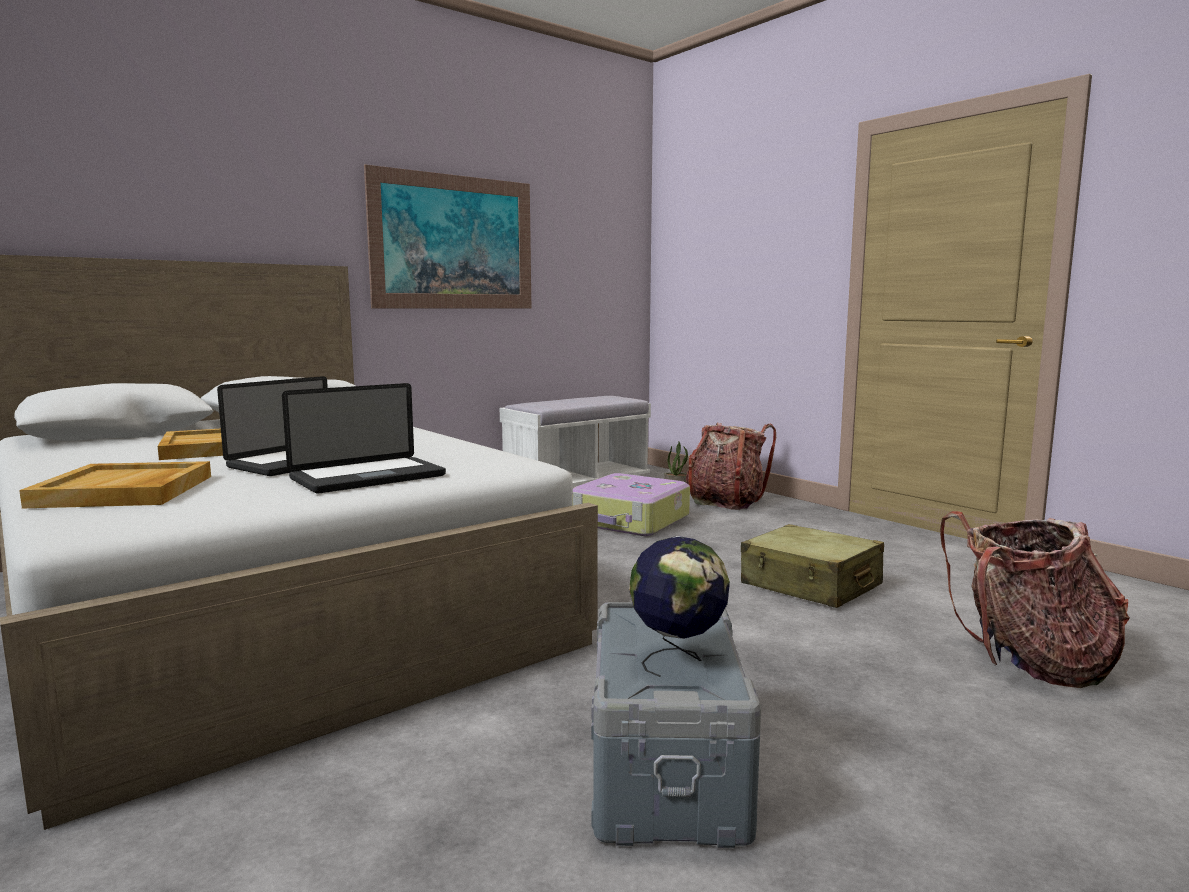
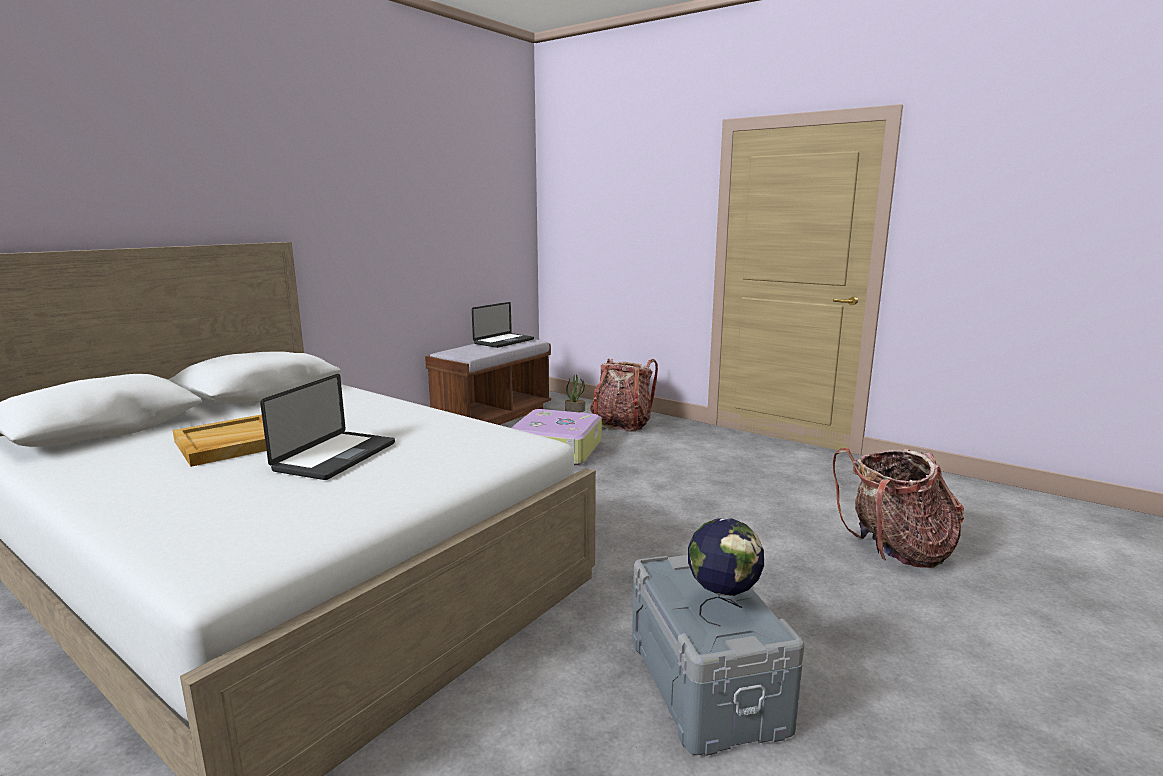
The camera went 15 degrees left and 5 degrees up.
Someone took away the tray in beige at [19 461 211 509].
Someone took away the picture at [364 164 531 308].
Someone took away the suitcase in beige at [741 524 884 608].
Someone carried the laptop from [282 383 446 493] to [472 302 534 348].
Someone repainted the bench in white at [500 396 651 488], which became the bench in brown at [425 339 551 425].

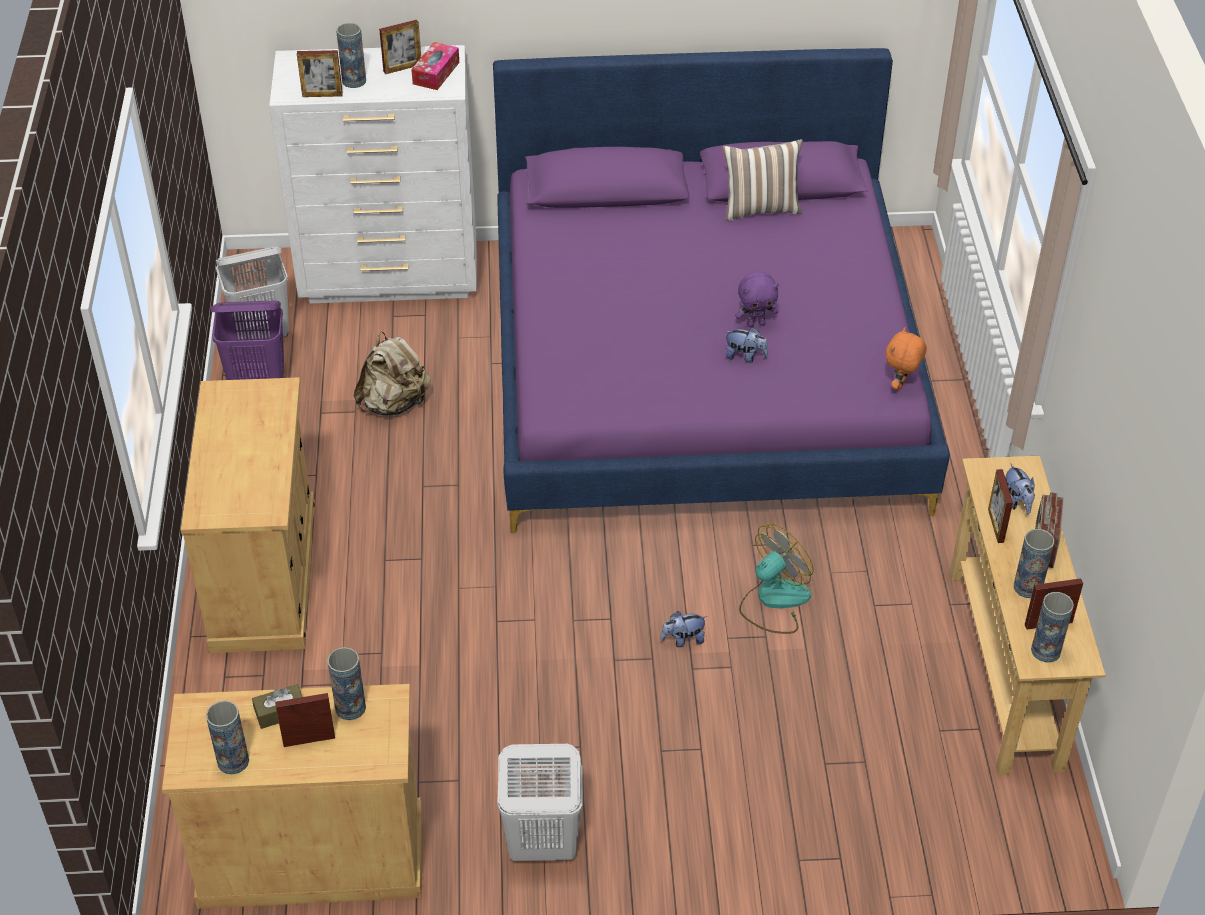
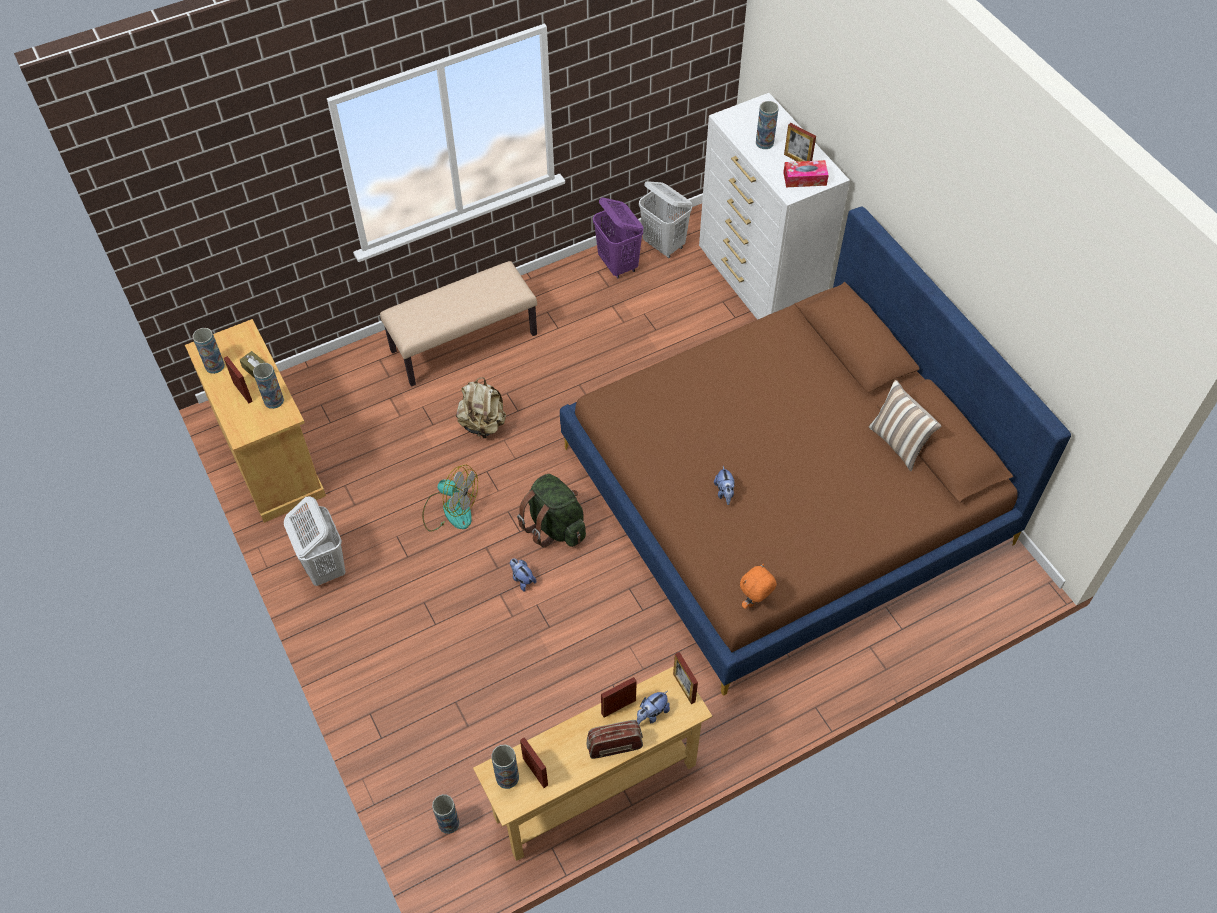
The camera went 65 degrees right and 10 degrees up.
Someone took away the plush toy in purple at [735 271 779 327].
Someone put down the backpack in green at [517 474 586 547].
Someone carried the picture frame from [297 50 343 97] to [673 652 698 704].
Someone carried the backpack in beige from [354 332 431 416] to [456 378 506 440].
Someone carried the fan from [739 524 814 634] to [422 465 478 532].
Someone carried the vase from [1014 529 1054 598] to [432 794 459 834].
Someone swapped the cabinet in beige at [181 377 315 653] for the bench in beige at [380 261 537 387].
Someone repainted the bed in purple at [493 48 950 533], which became the bed in brown at [560 206 1071 696].
Someone rotated the plush toy in orange at [886 327 927 391] by 45 degrees counterclockwise.

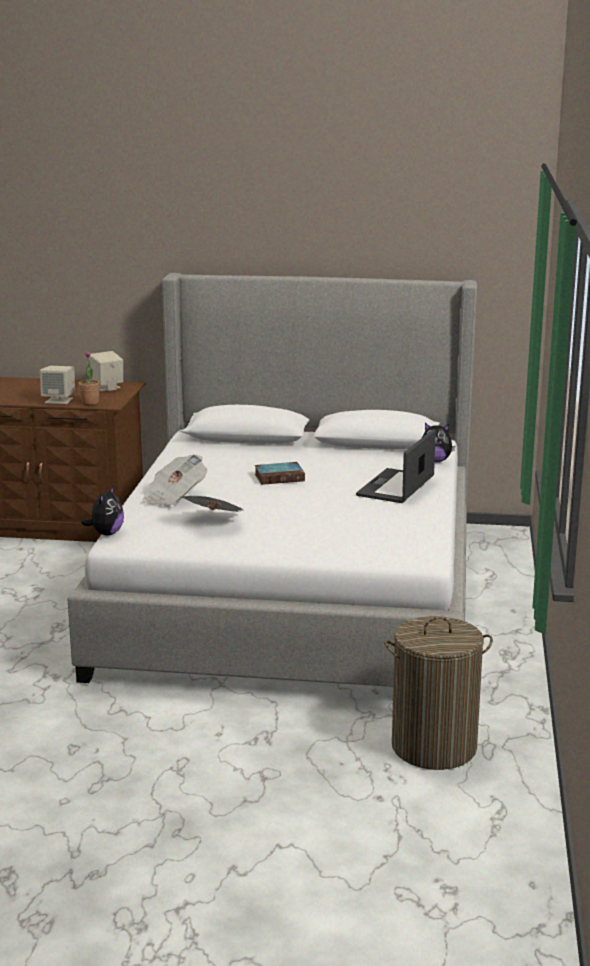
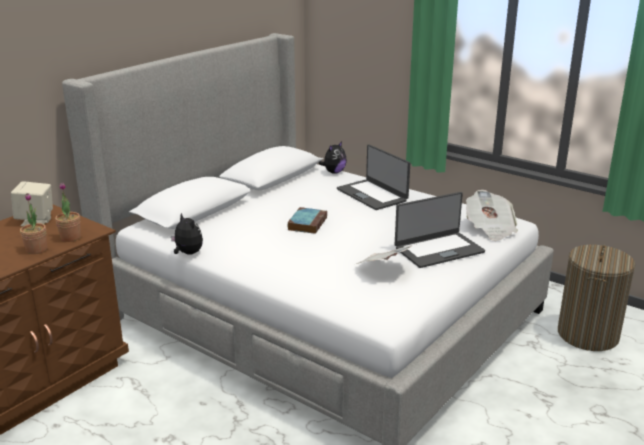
The camera went 60 degrees left and 5 degrees up.
Someone put down the laptop at [395 192 485 268].
Someone carried the plush toy from [81 485 124 535] to [171 213 203 255].
Someone carried the newspaper from [142 454 207 506] to [466 190 518 241].
Someone swapped the speaker in beige at [40 366 75 404] for the potted plant at [20 193 47 254].

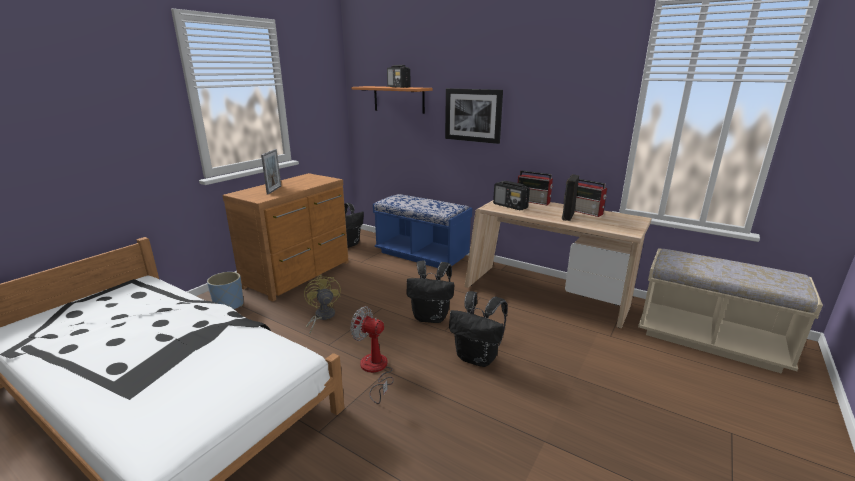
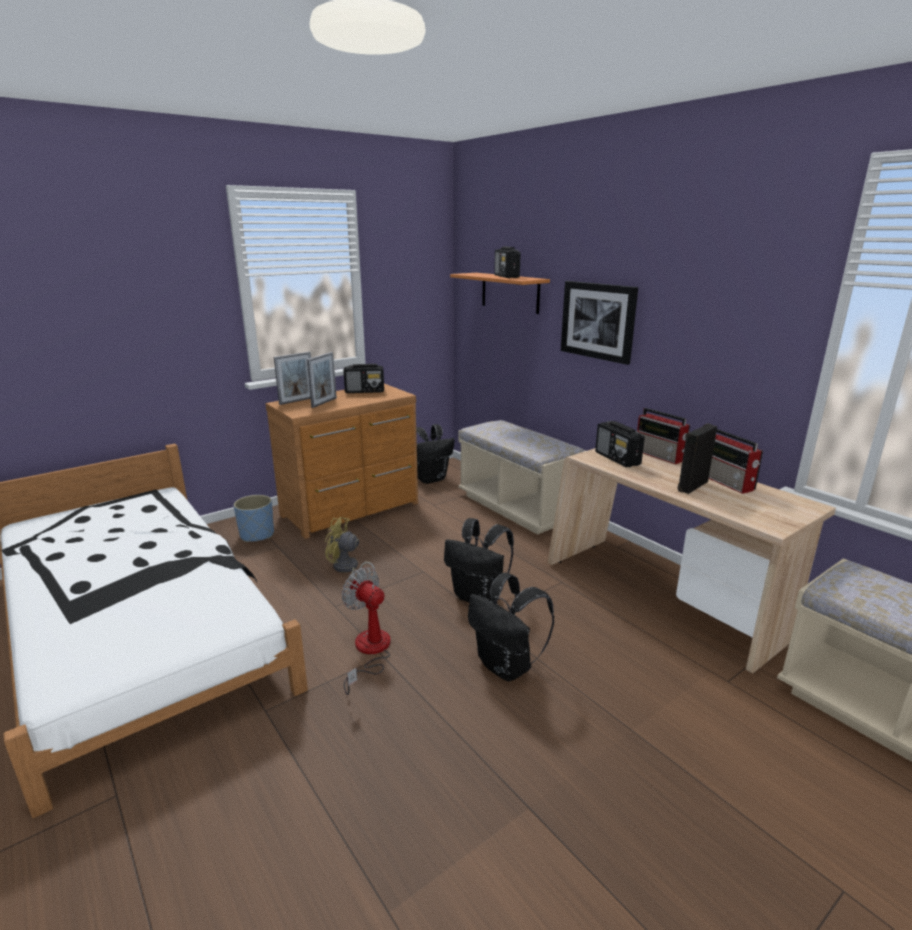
The camera went 20 degrees right and 0 degrees up.
Someone put down the picture frame at [274 352 311 405].
Someone put down the radio at [343 364 384 393].
Someone repainted the bench in blue at [373 194 472 268], which became the bench in beige at [458 420 585 535].
Someone rotated the fan in yellow at [304 274 341 334] by 75 degrees counterclockwise.

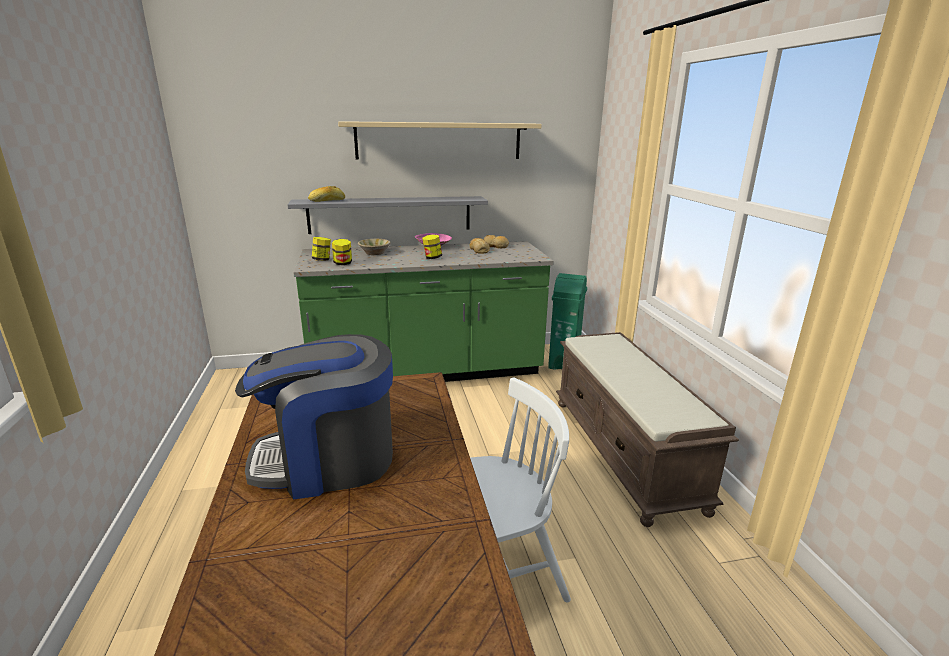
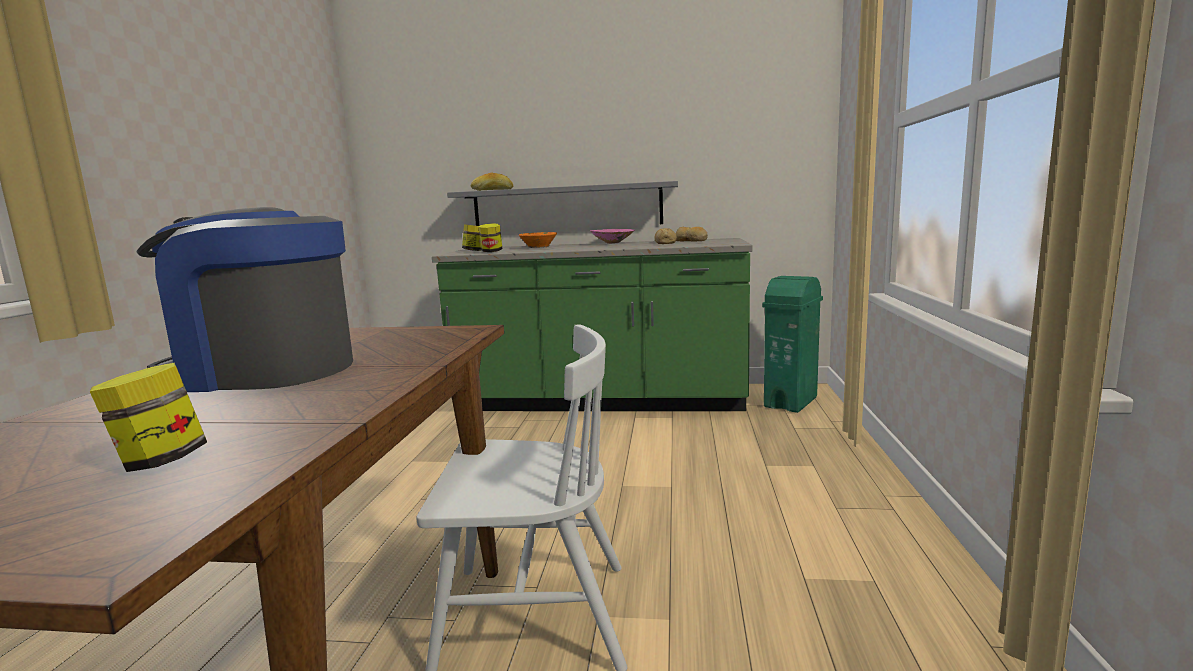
The camera went 20 degrees right and 10 degrees down.
Someone took away the shelf in beige at [338 121 542 160].
Someone took away the bench in brown at [556 332 739 527].
Someone carried the jar from [422 234 442 259] to [90 363 207 472].
Someone repainted the bowl in beige at [358 239 391 255], which became the bowl in orange at [519 232 557 248].

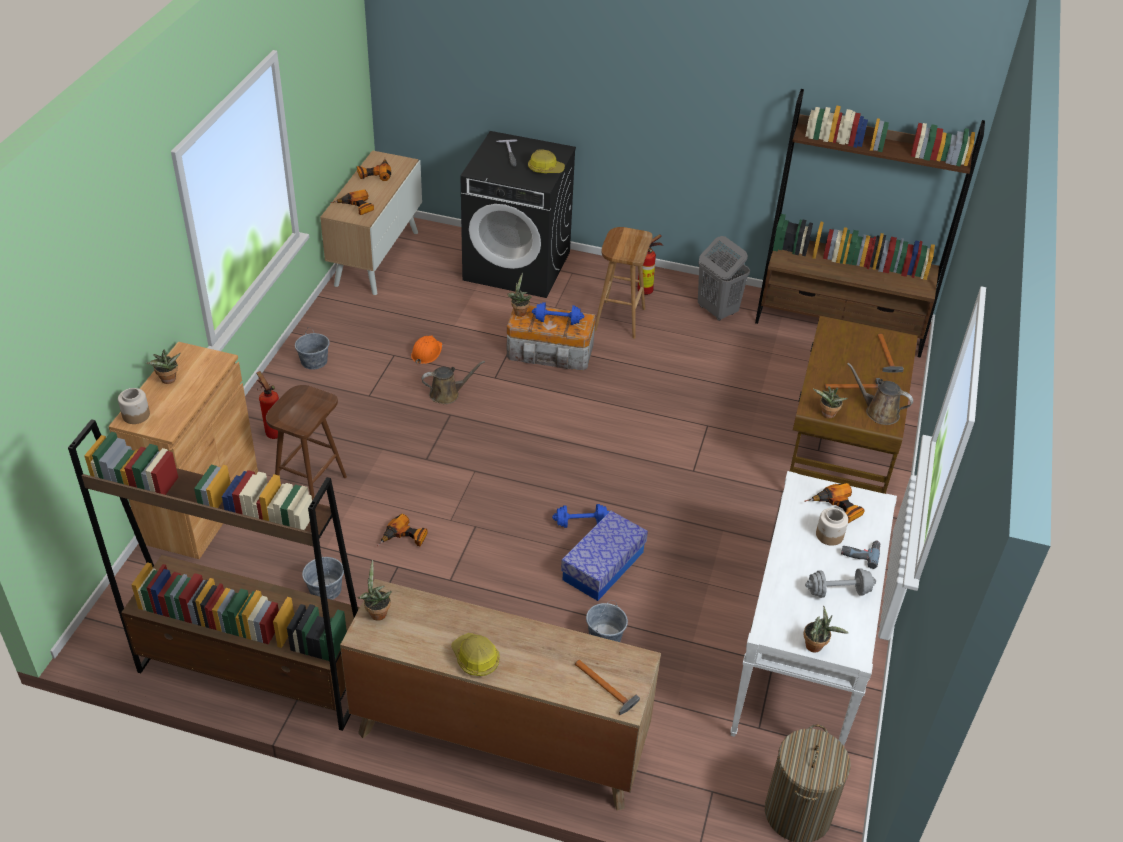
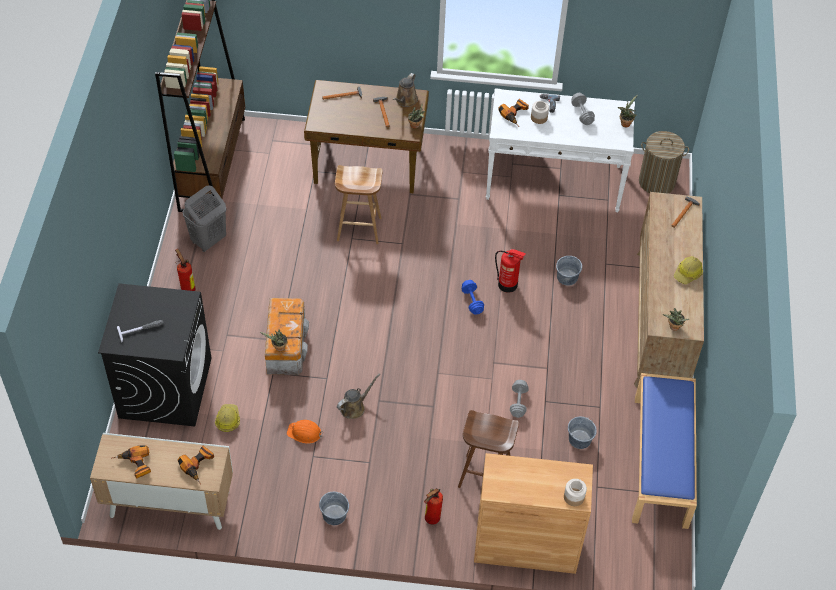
The camera went 100 degrees left and 10 degrees up.
Someone took away the potted plant at [146 349 181 384].
Someone took away the dumbbell in blue at [532 302 584 325].
Someone carried the hard hat from [528 149 565 173] to [215 404 240 432].
Someone carried the stool in brown from [594 227 652 339] to [335 165 382 244].
Someone swapped the bookcase in brown at [68 419 360 731] for the bench in blue at [632 373 697 529].
Someone swapped the power drill at [377 514 428 546] for the dumbbell in grey at [510 380 529 418].
Someone swapped the storage box at [561 511 648 601] for the fire extinguisher at [495 249 526 293].
Someone rotated the watering can in brown at [421 361 485 404] by 75 degrees clockwise.

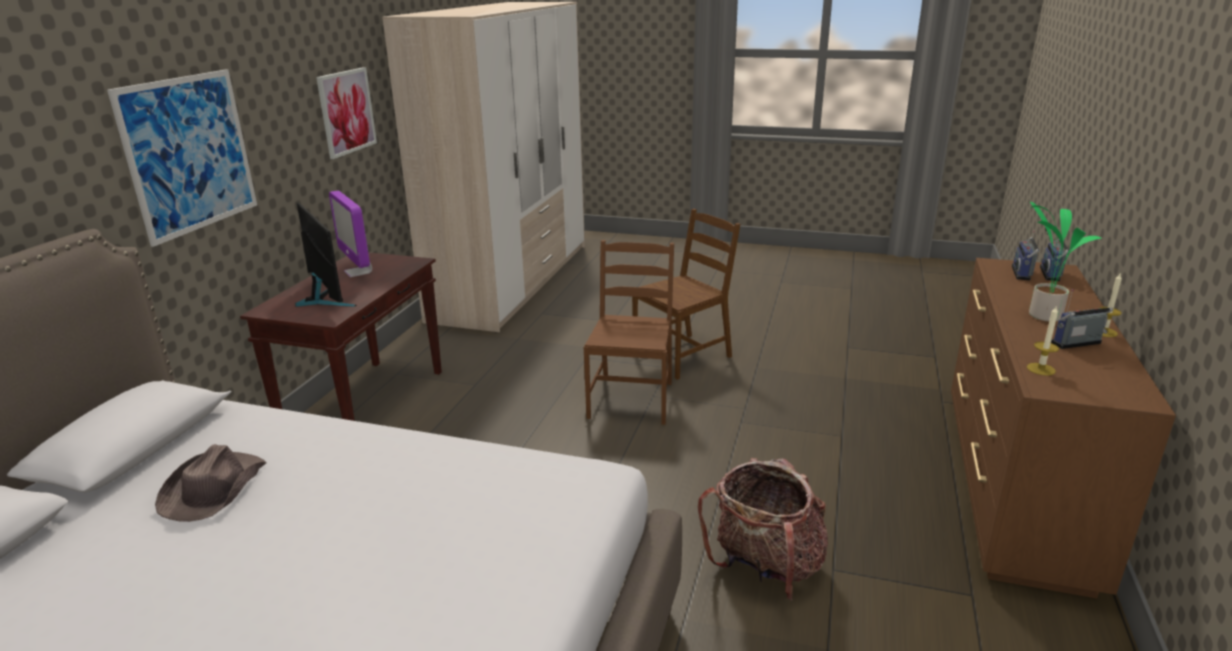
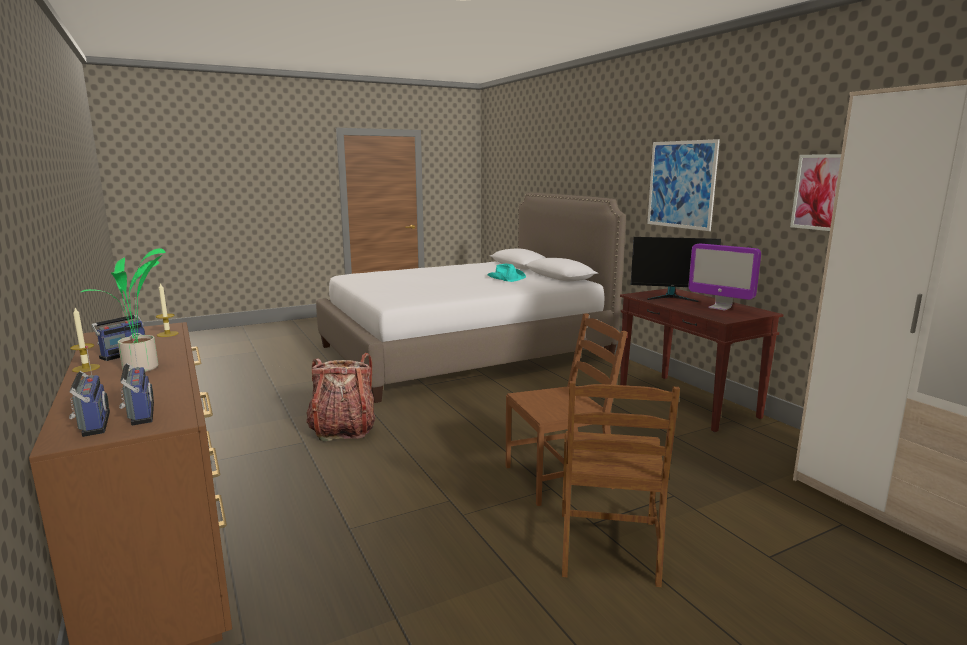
The camera went 135 degrees right and 10 degrees down.
Someone repainted the hat in brown at [155 444 266 522], which became the hat in turquoise at [487 264 526 282].
Someone rotated the monitor at [329 191 372 277] by 150 degrees counterclockwise.
Someone rotated the chair in brown at [584 240 674 425] by 75 degrees counterclockwise.

